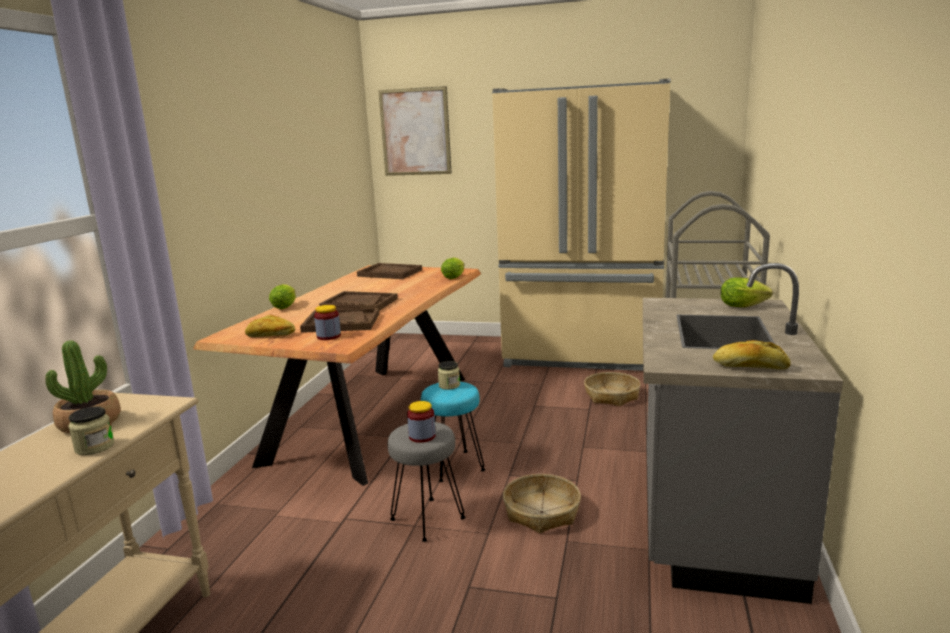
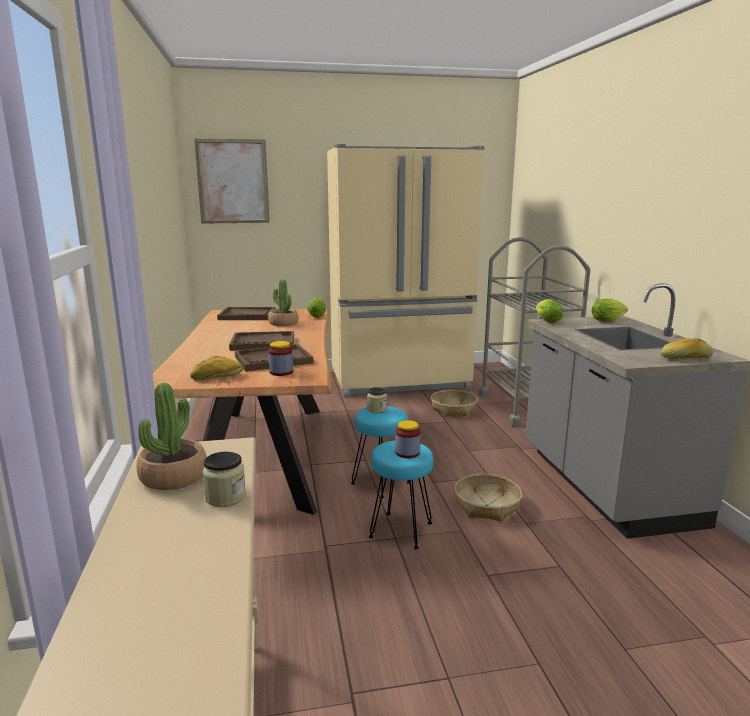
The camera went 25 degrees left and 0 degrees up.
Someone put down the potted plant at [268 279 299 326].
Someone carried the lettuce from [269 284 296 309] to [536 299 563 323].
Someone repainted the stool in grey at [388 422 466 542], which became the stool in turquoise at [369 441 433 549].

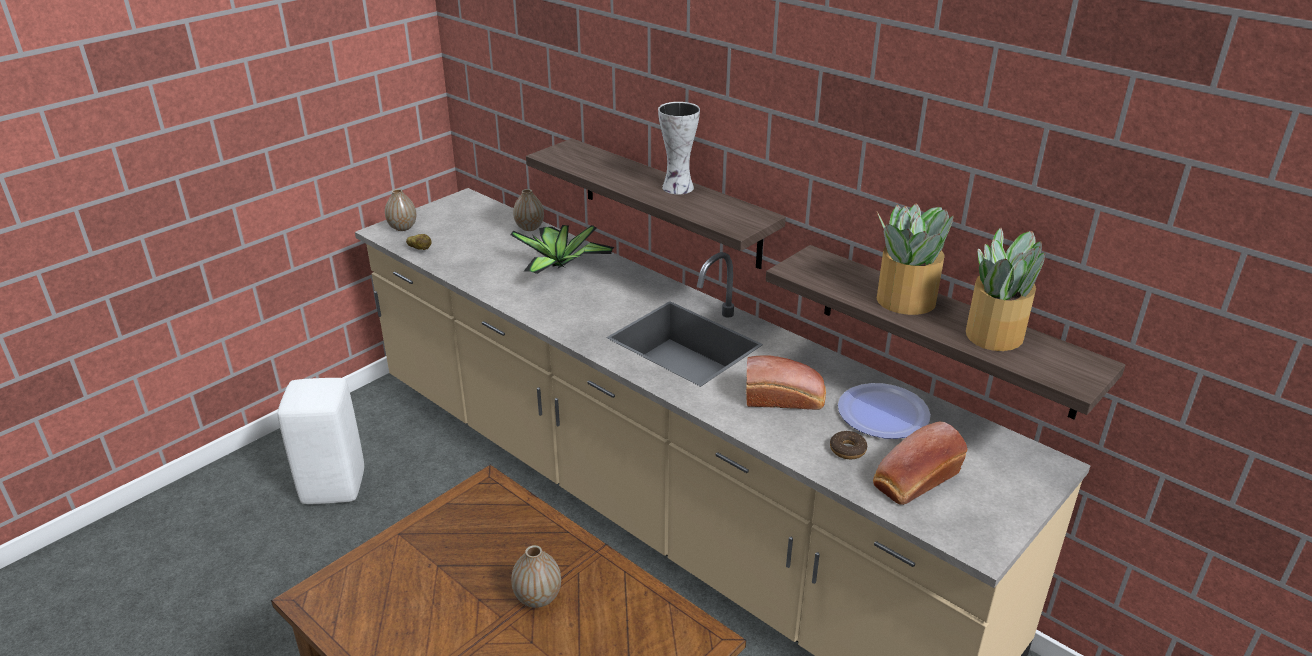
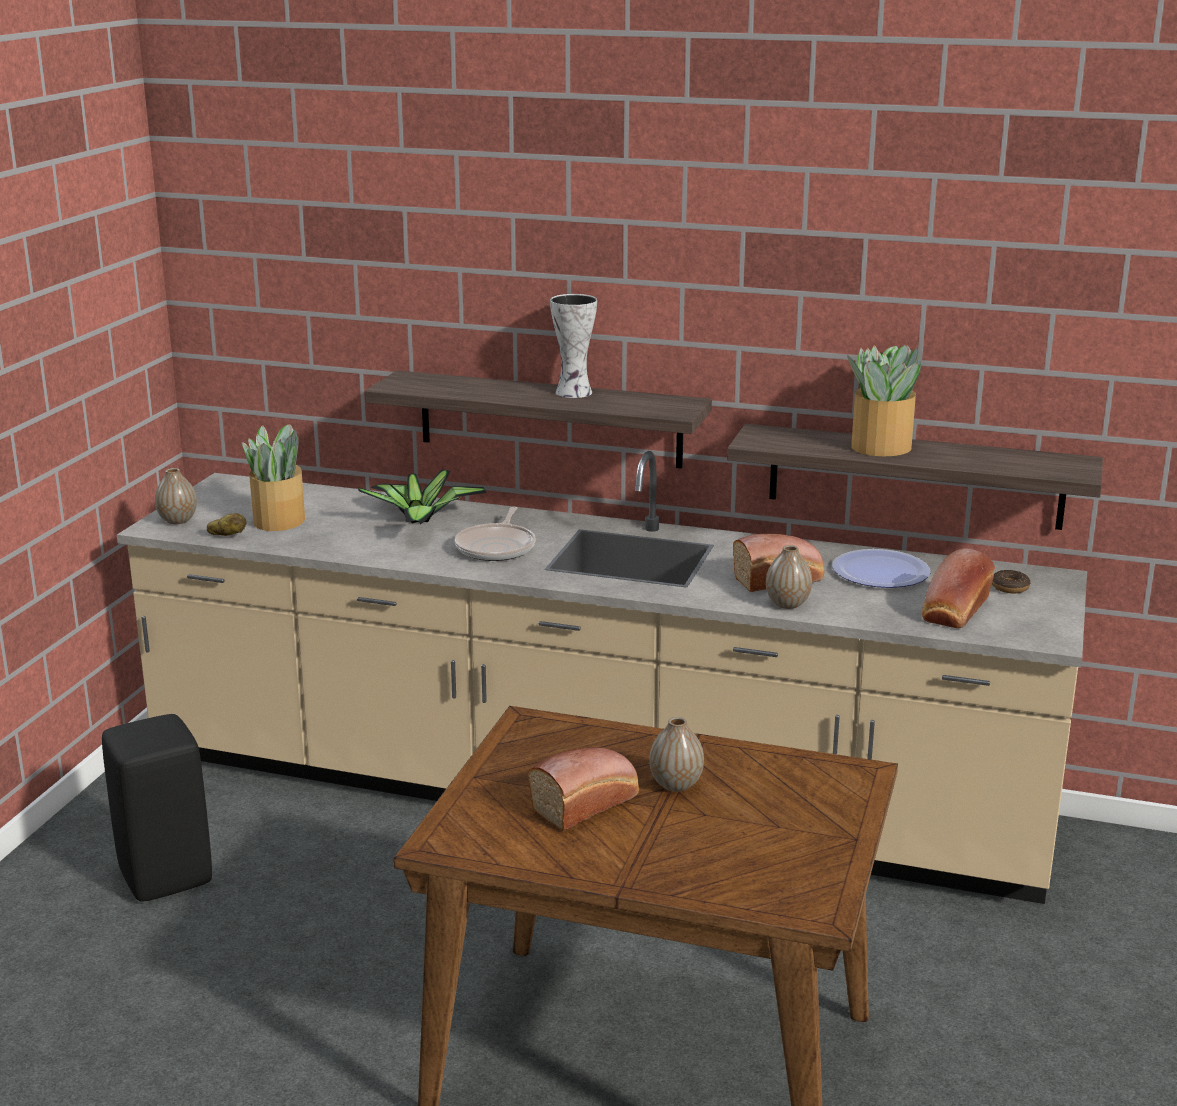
The camera went 25 degrees left and 10 degrees down.
Someone put down the frying pan at [455 507 536 561].
Someone put down the bread at [528 747 639 831].
Someone carried the vase from [513 189 544 231] to [766 545 812 609].
Someone carried the donut from [830 430 867 459] to [992 570 1031 593].
Someone carried the potted plant from [966 228 1045 351] to [242 424 305 531].
Someone repainted the stool in white at [277 378 364 504], which became the stool in black at [102 714 212 902].

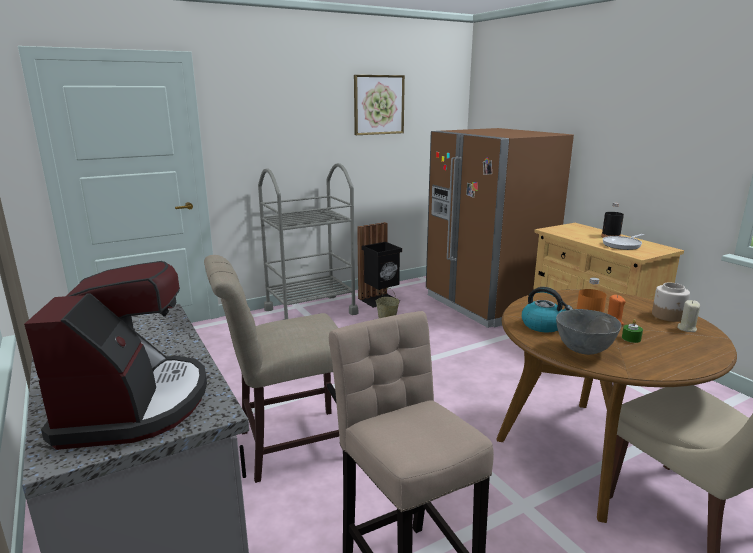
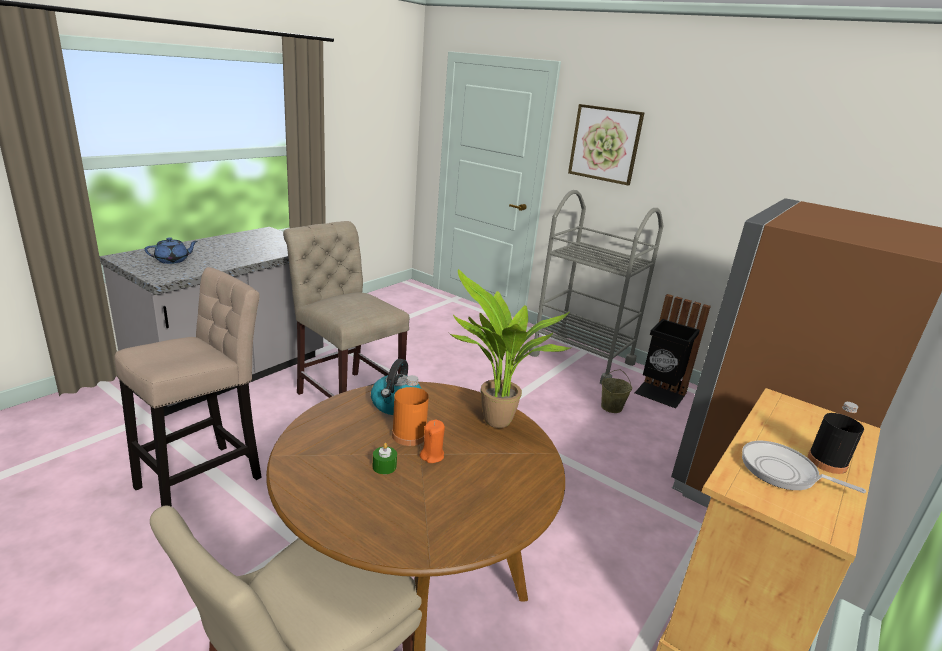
The camera went 65 degrees right and 5 degrees up.
Someone took away the bowl in grey at [556 309 621 355].
Someone took away the jar at [652 283 690 322].
Someone took away the candle in beige at [677 300 700 332].
Someone put down the potted plant at [448 269 572 428].
Someone carried the picture from [354 75 405 135] to [568 104 644 186].
Someone swapped the coffee machine at [24 261 207 450] for the teapot in blue at [145 237 198 264].

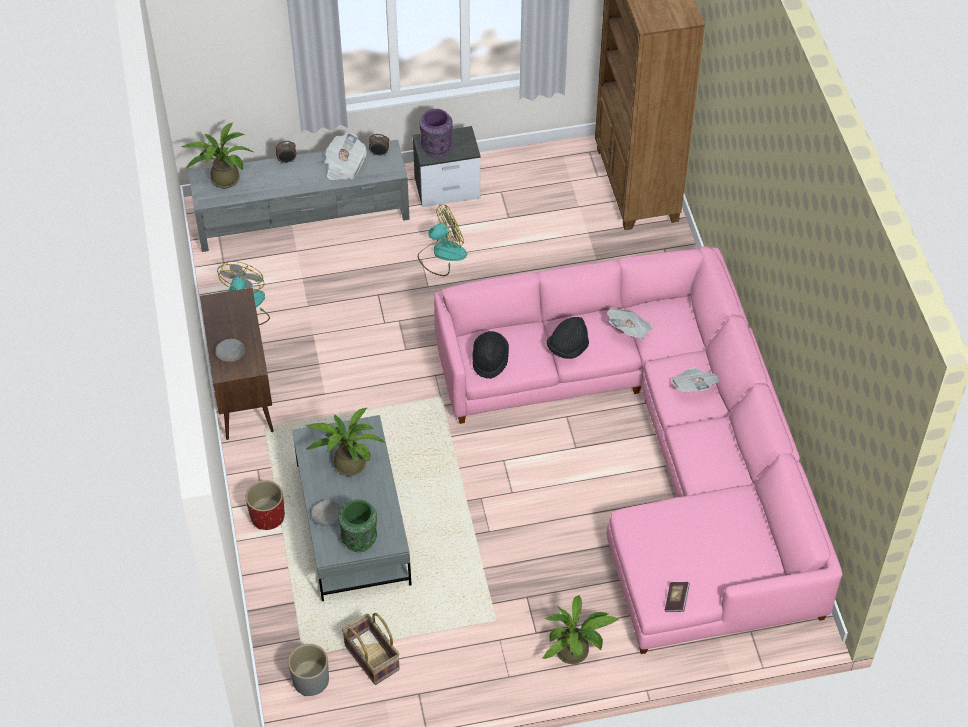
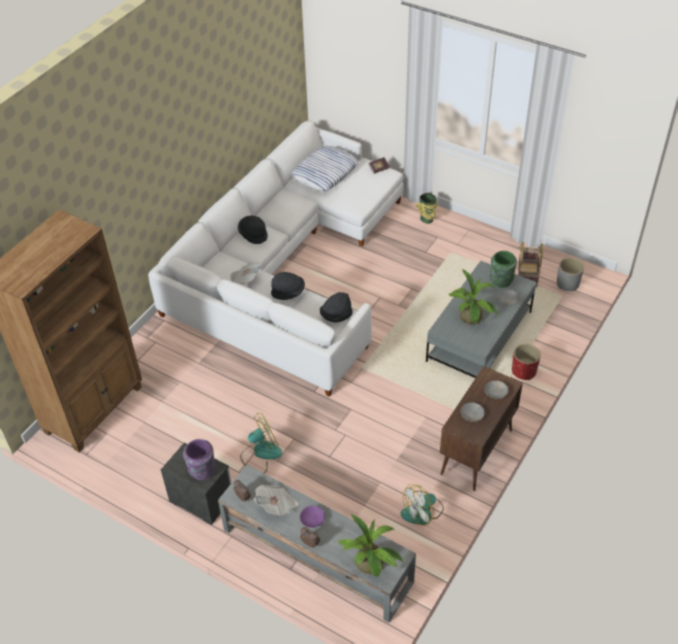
The camera went 135 degrees left and 5 degrees down.
Someone put down the pillow at [292 146 358 191].
Someone put down the bowl in purple at [300 506 325 528].
Someone put down the bowl in grey at [461 402 485 422].
Someone swapped the potted plant at [543 595 619 664] for the vase at [416 193 437 224].
Someone swapped the newspaper at [671 367 719 392] for the hat in black at [238 216 268 244].
Someone repainted the sofa in pink at [434 246 842 654], which became the sofa in white at [148 120 403 397].
Someone rotated the fan at [418 205 467 276] by 135 degrees clockwise.

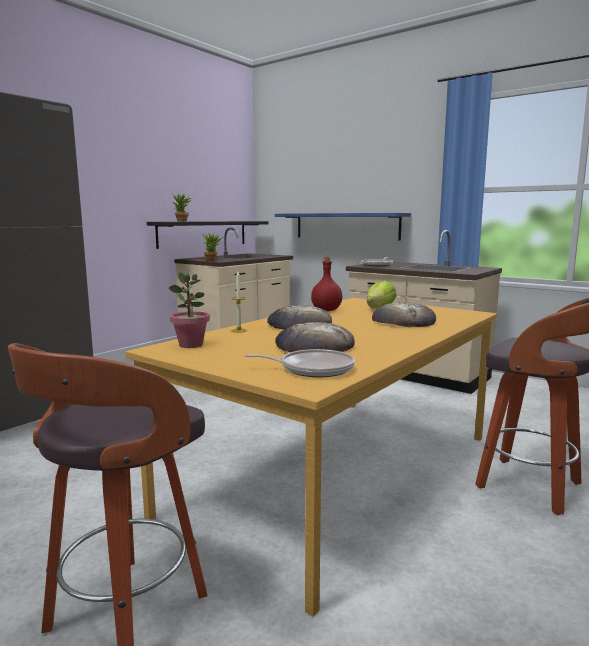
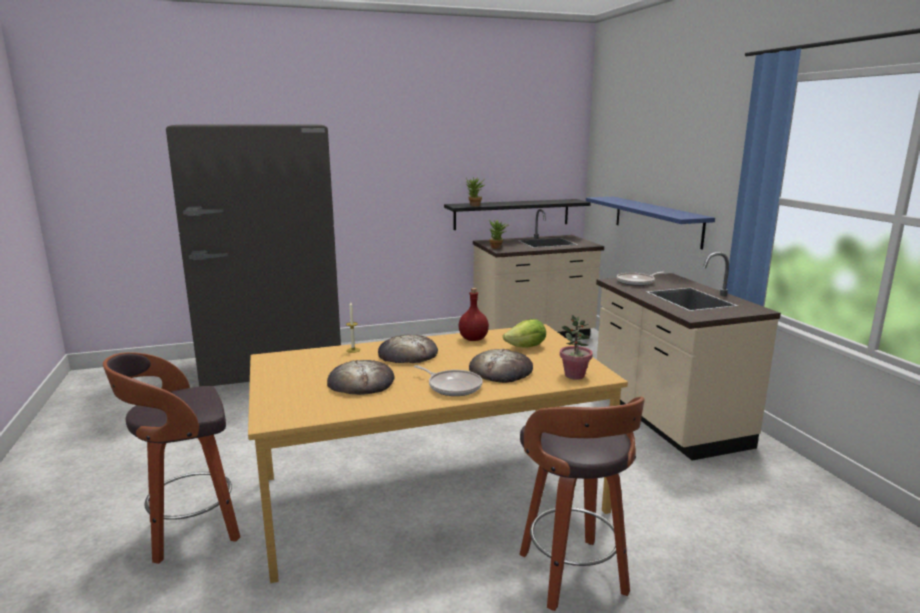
The camera went 35 degrees right and 5 degrees up.
Someone carried the potted plant from [168 272 210 348] to [560 315 593 380].
Someone carried the frying pan from [244 349 355 377] to [414 365 483 396].

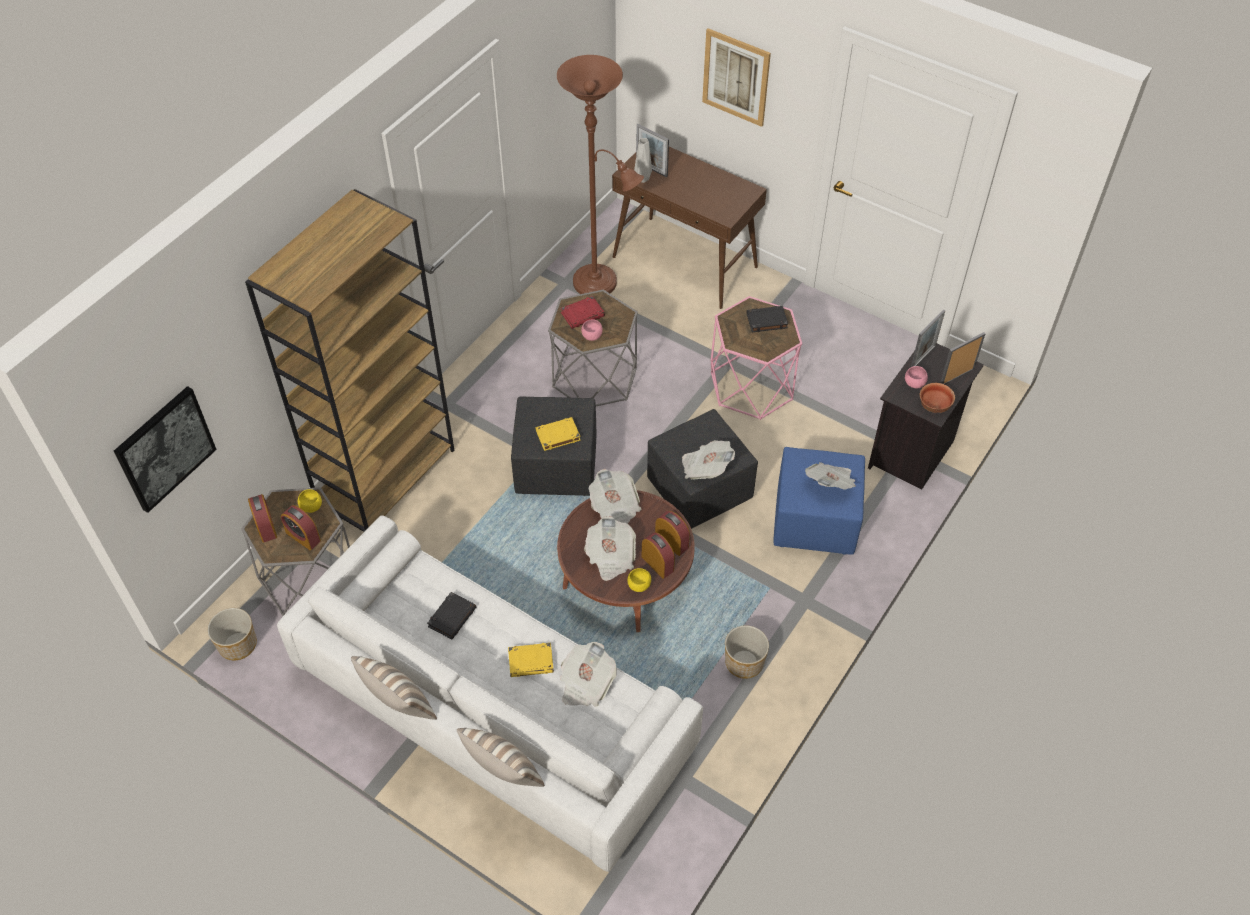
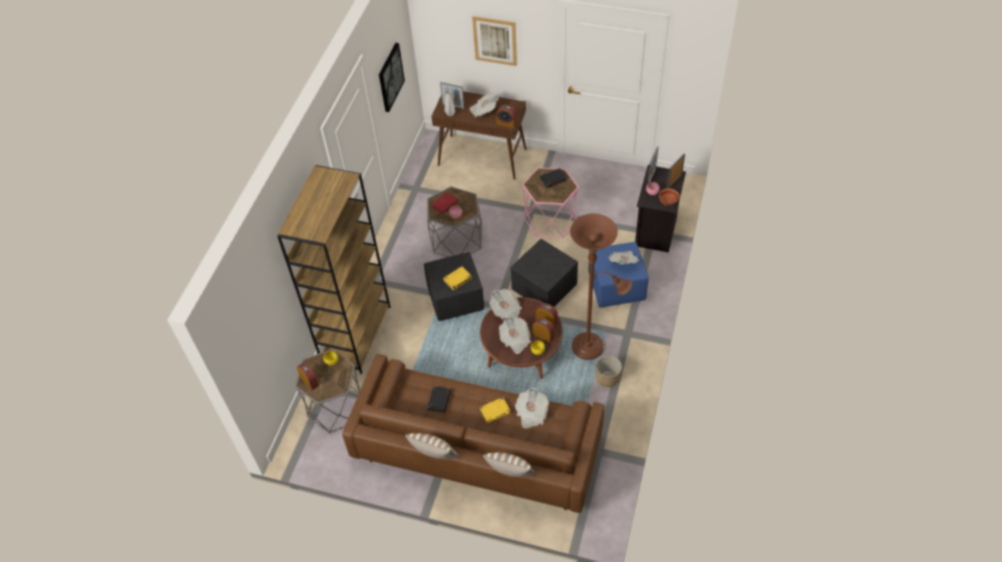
The camera went 15 degrees left and 0 degrees up.
Someone took away the planter at [207 608 257 660].
Someone carried the picture from [114 386 217 513] to [379 43 405 112].
Someone carried the alarm clock from [281 505 321 550] to [496 105 516 128].
Someone carried the floor lamp in brown from [557 55 644 294] to [570 213 632 360].
Someone carried the newspaper from [682 440 735 480] to [470 93 499 118].
Someone repainted the sofa in white at [277 515 703 872], which became the sofa in brown at [342 354 604 513].

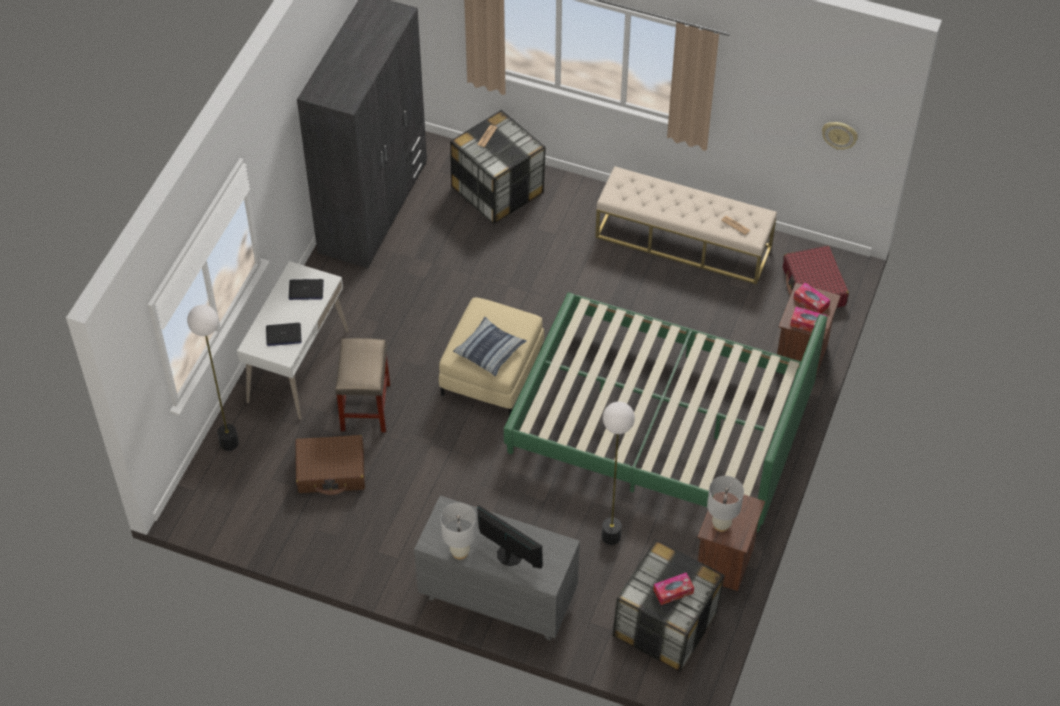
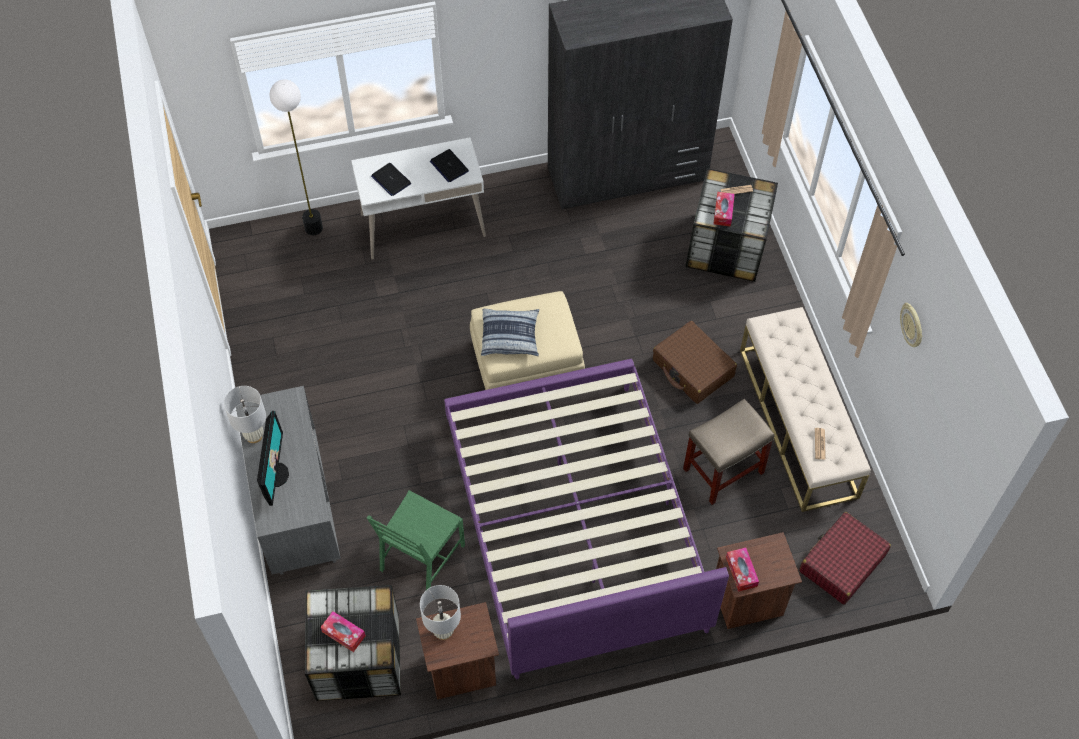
The camera went 55 degrees right and 5 degrees up.
Someone carried the suitcase in brown from [295 435 365 495] to [653 321 737 404].
Someone carried the stool in beige from [335 338 390 432] to [683 399 774 505].
Someone carried the tissue box from [793 283 830 314] to [713 192 735 227].
Someone carried the wall clock from [822 122 858 150] to [900 303 922 347].
Someone swapped the floor lamp at [602 402 635 545] for the chair in green at [367 490 465 590].
Someone repainted the bed in green at [504 293 827 532], which became the bed in purple at [444 359 729 679].

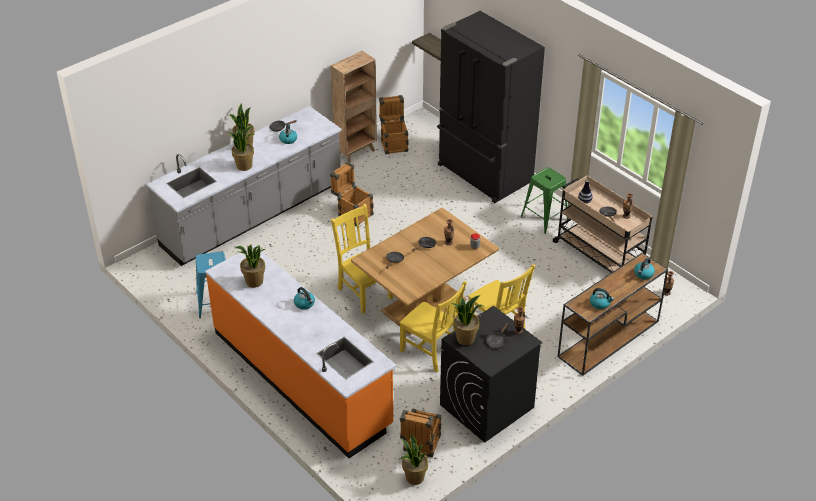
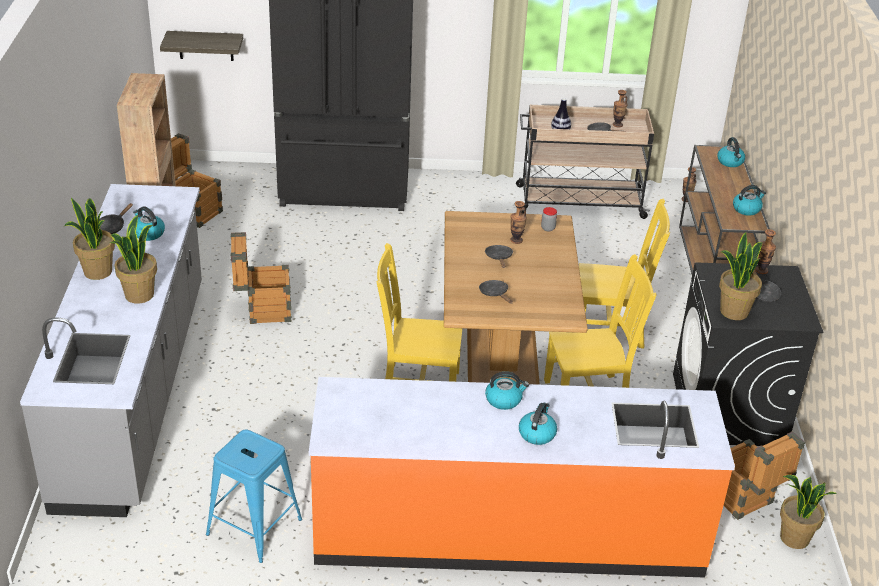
The camera went 50 degrees left and 5 degrees down.
Someone took away the potted plant at [235 244 266 288].
Someone took away the stool in green at [521 167 569 234].
Someone put down the kettle at [519 403 557 445].

